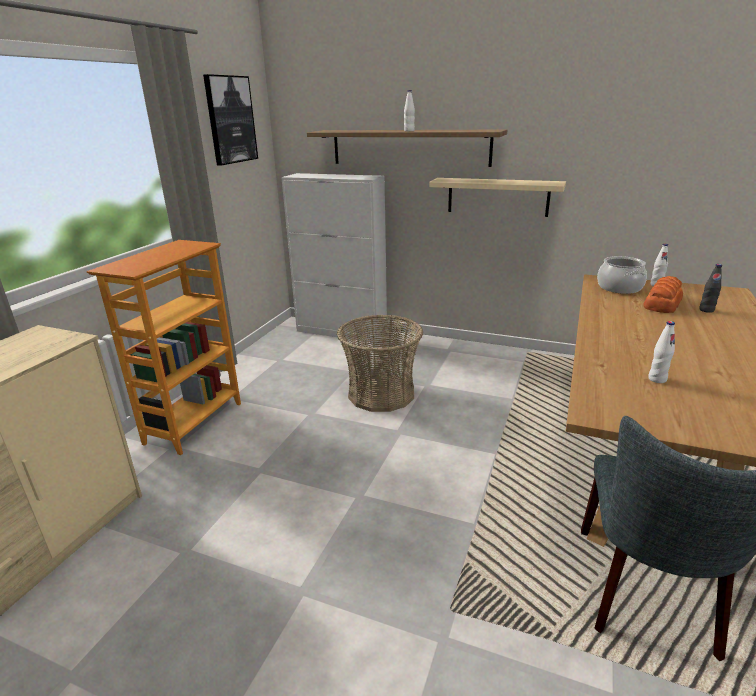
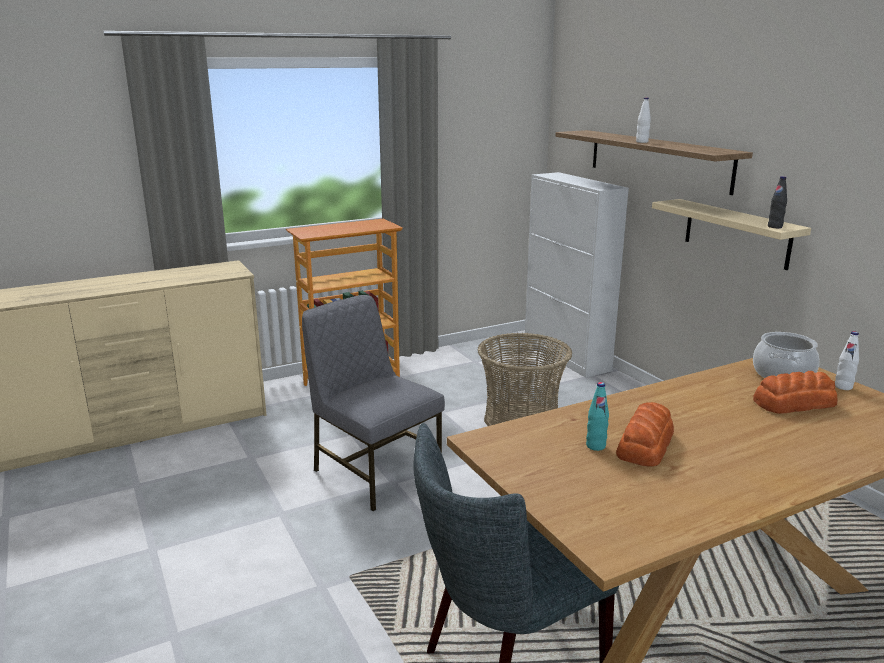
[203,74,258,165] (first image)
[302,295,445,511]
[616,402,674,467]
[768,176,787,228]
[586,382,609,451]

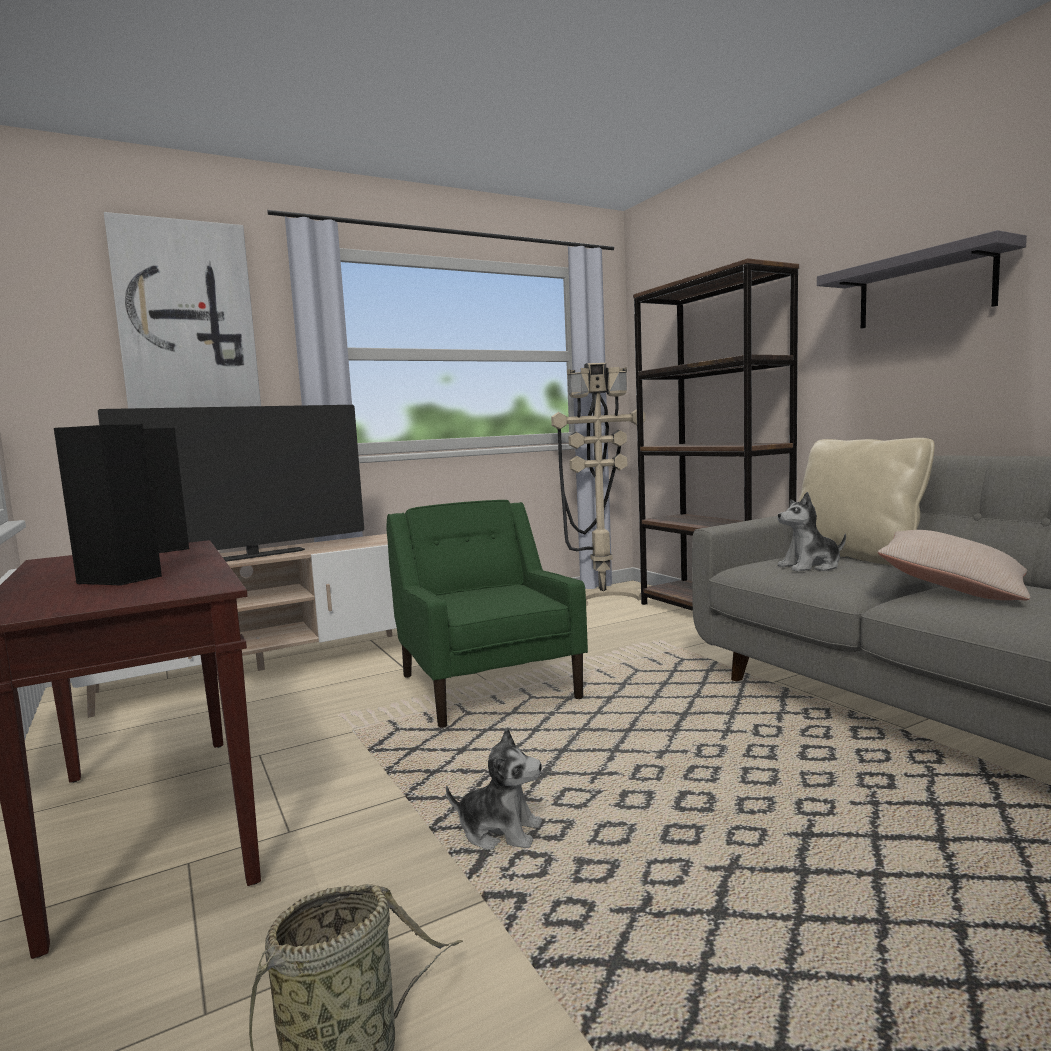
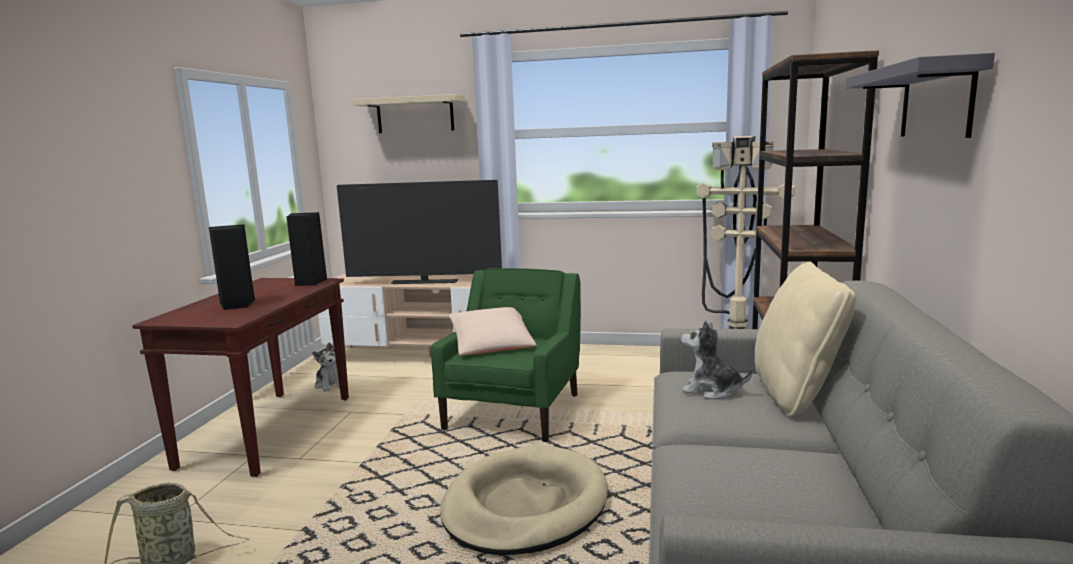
[440,446,608,555]
[312,342,340,392]
[448,307,536,355]
[353,94,465,133]

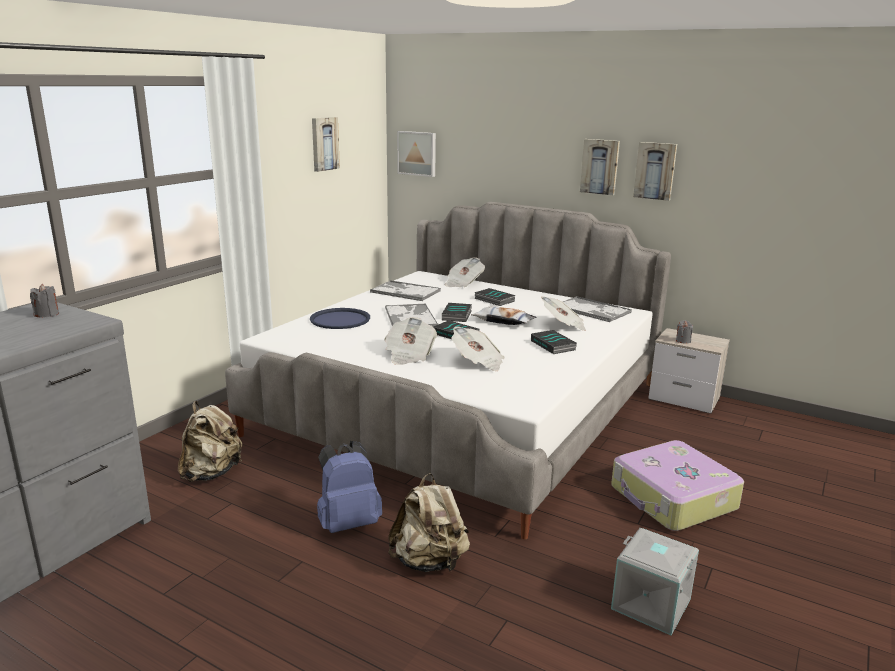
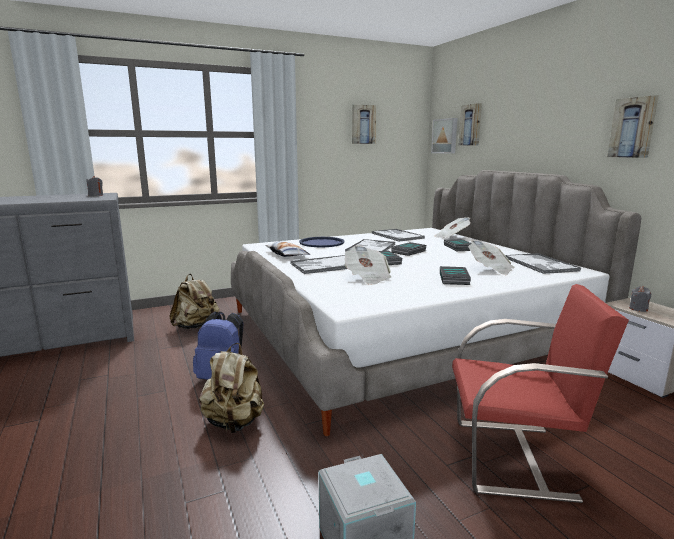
[265,241,310,257]
[458,103,482,146]
[290,255,347,274]
[452,284,629,503]

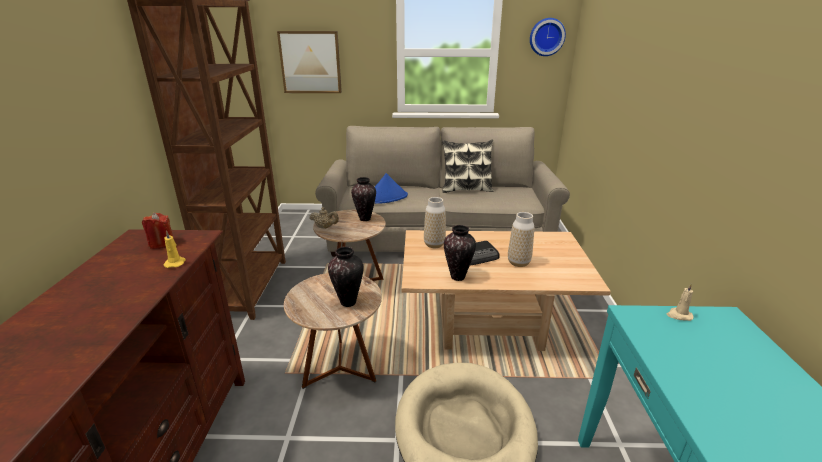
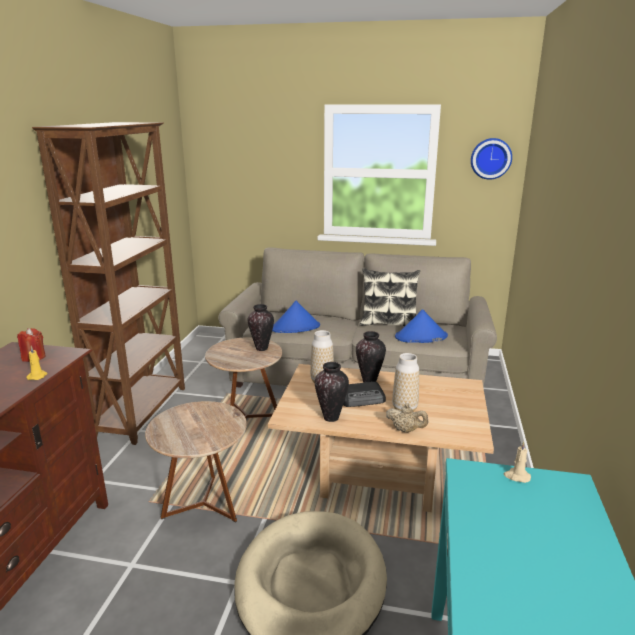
[277,31,342,93] (first image)
[395,309,448,343]
[386,403,428,432]
[356,331,386,383]

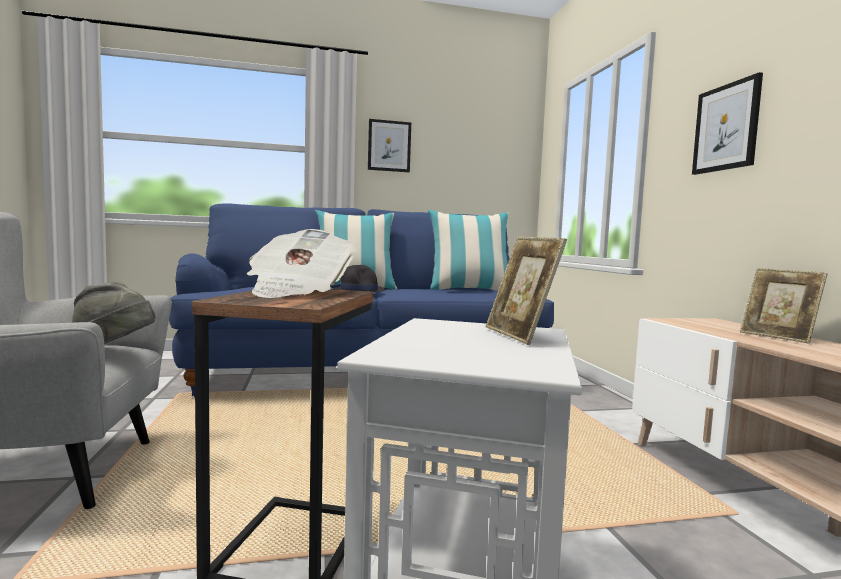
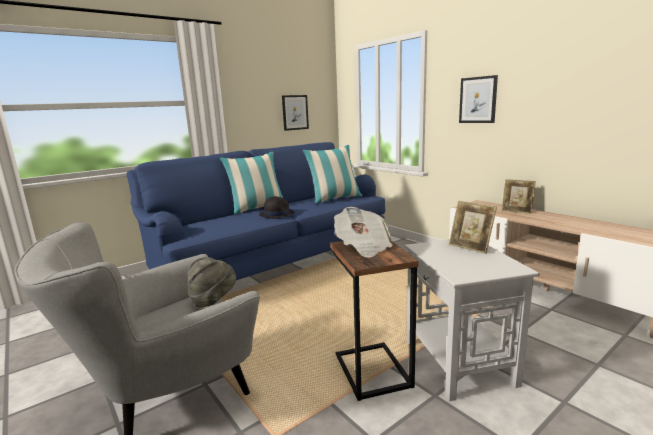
[282,95,309,131]

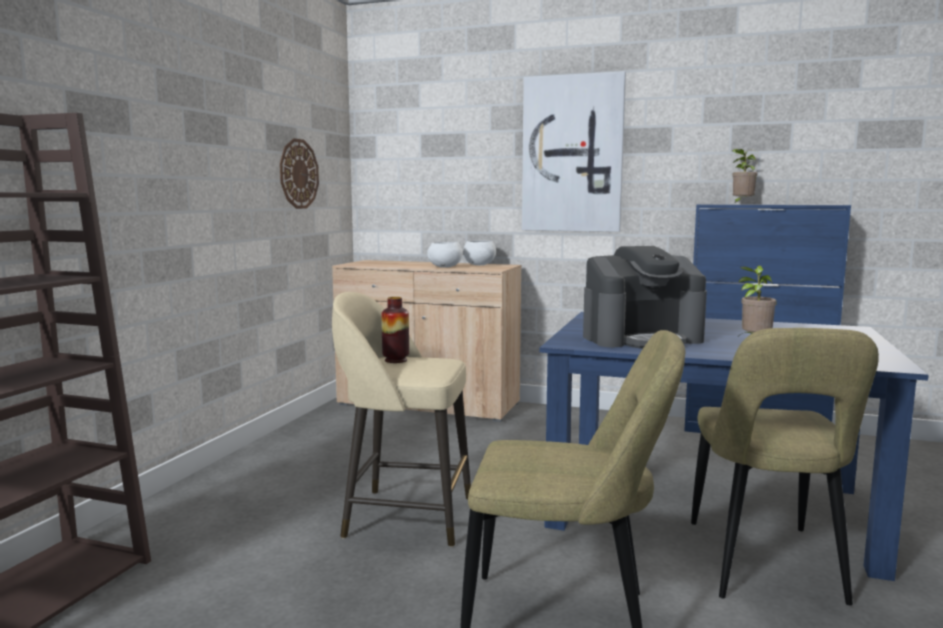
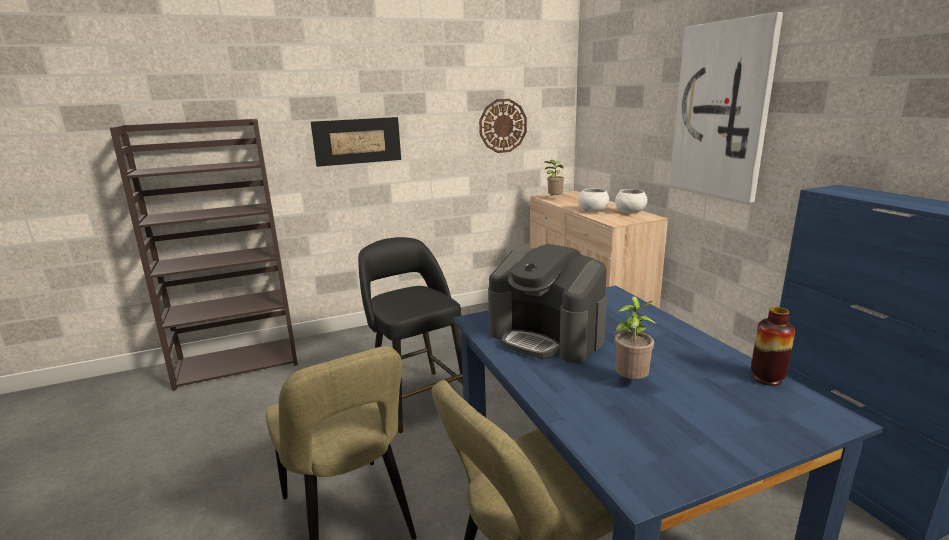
[311,117,401,167]
[751,307,795,386]
[544,160,564,198]
[358,237,463,433]

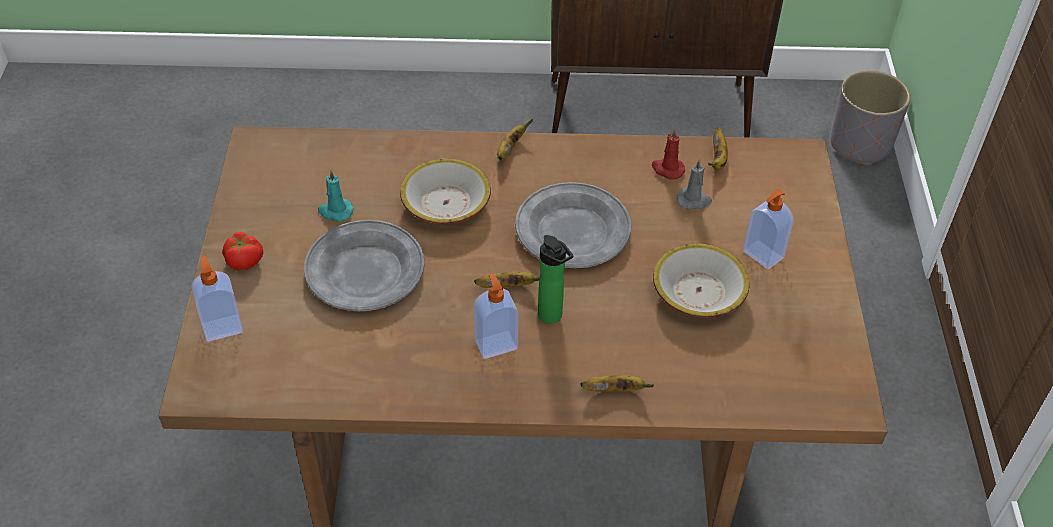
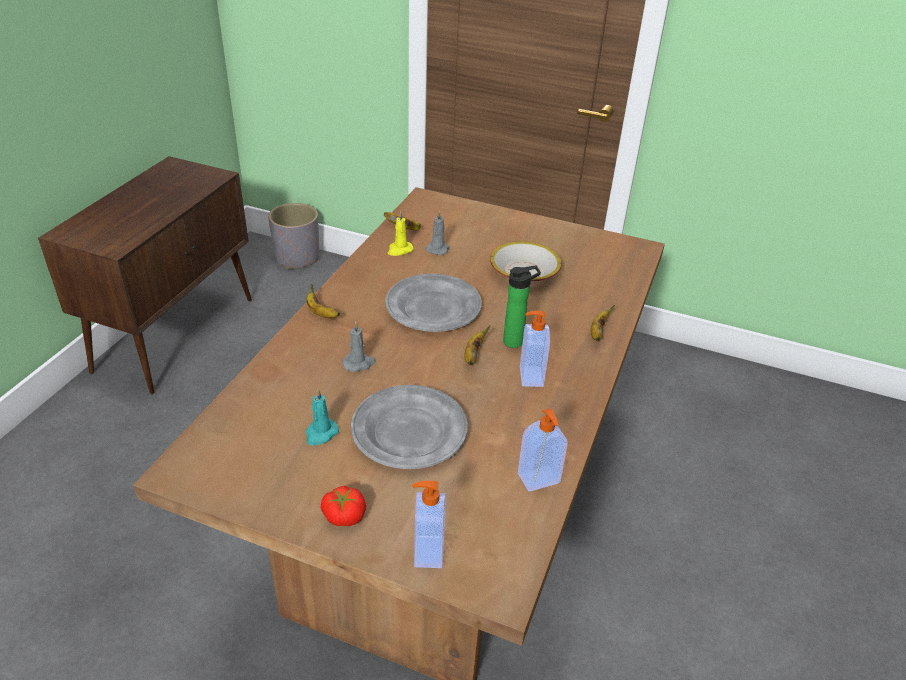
[518,408,568,492]
[342,321,376,372]
[388,211,413,256]

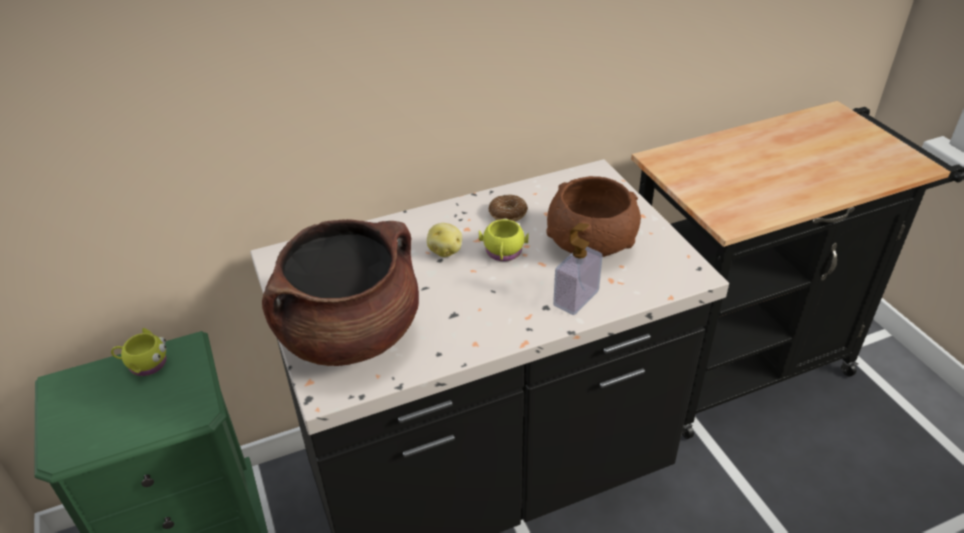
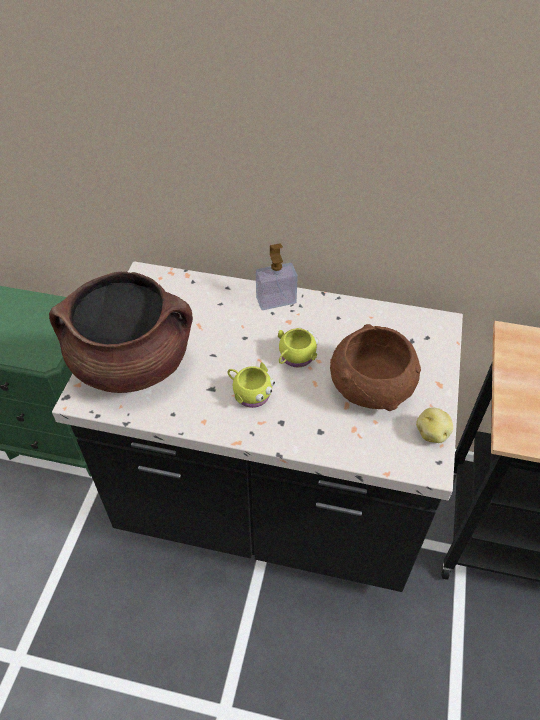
[489,195,528,222] (first image)
[228,362,275,408]
[416,408,453,443]
[256,243,298,310]

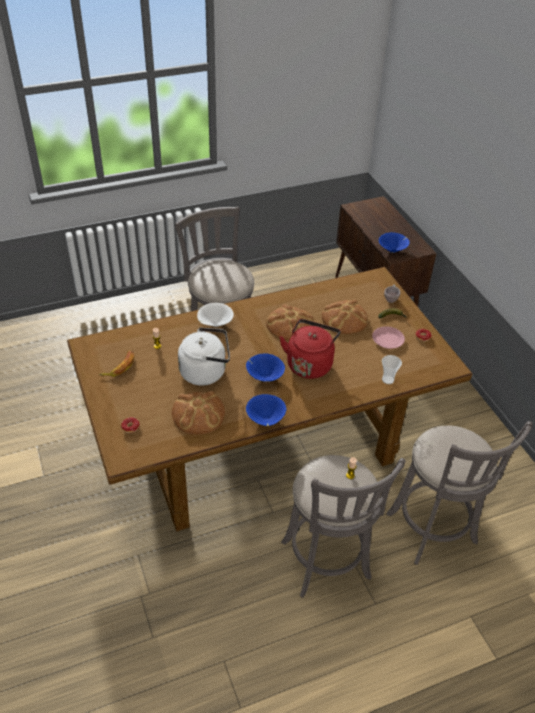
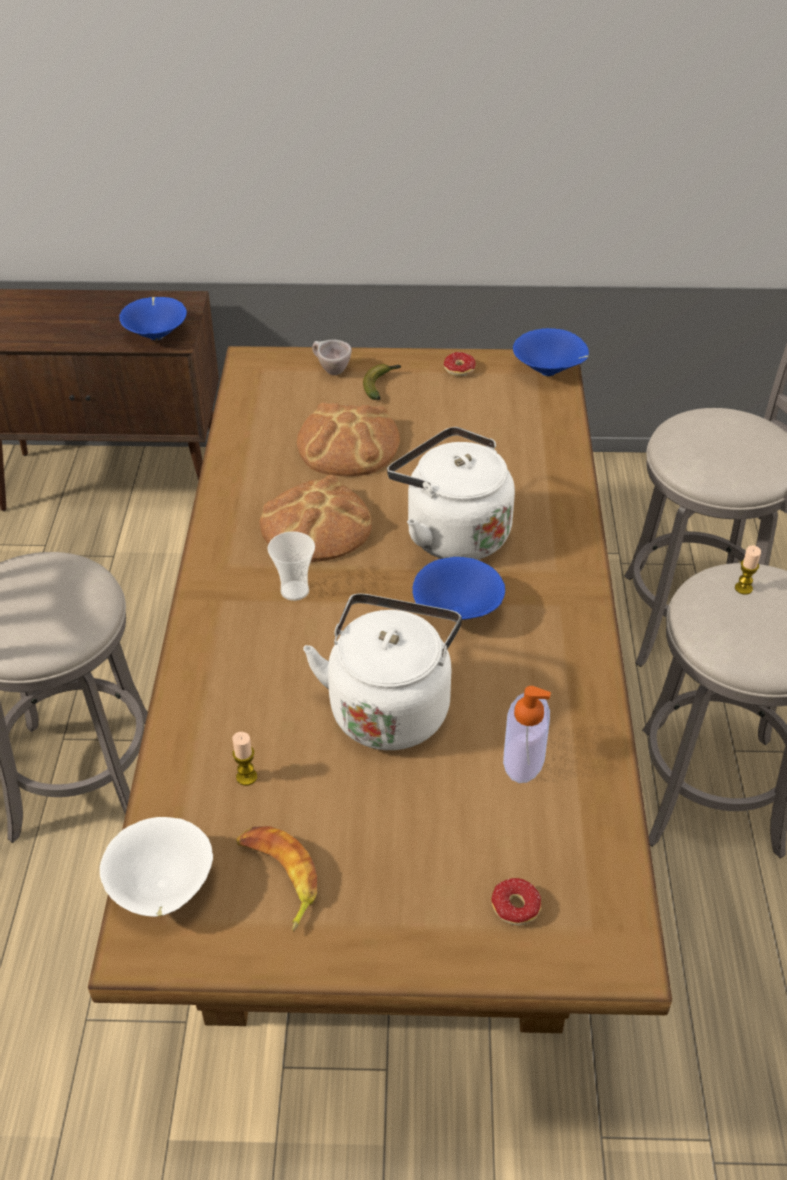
[372,326,405,349] (first image)
[100,817,213,917]
[513,328,589,376]
[267,531,315,601]
[503,686,551,783]
[387,427,515,560]

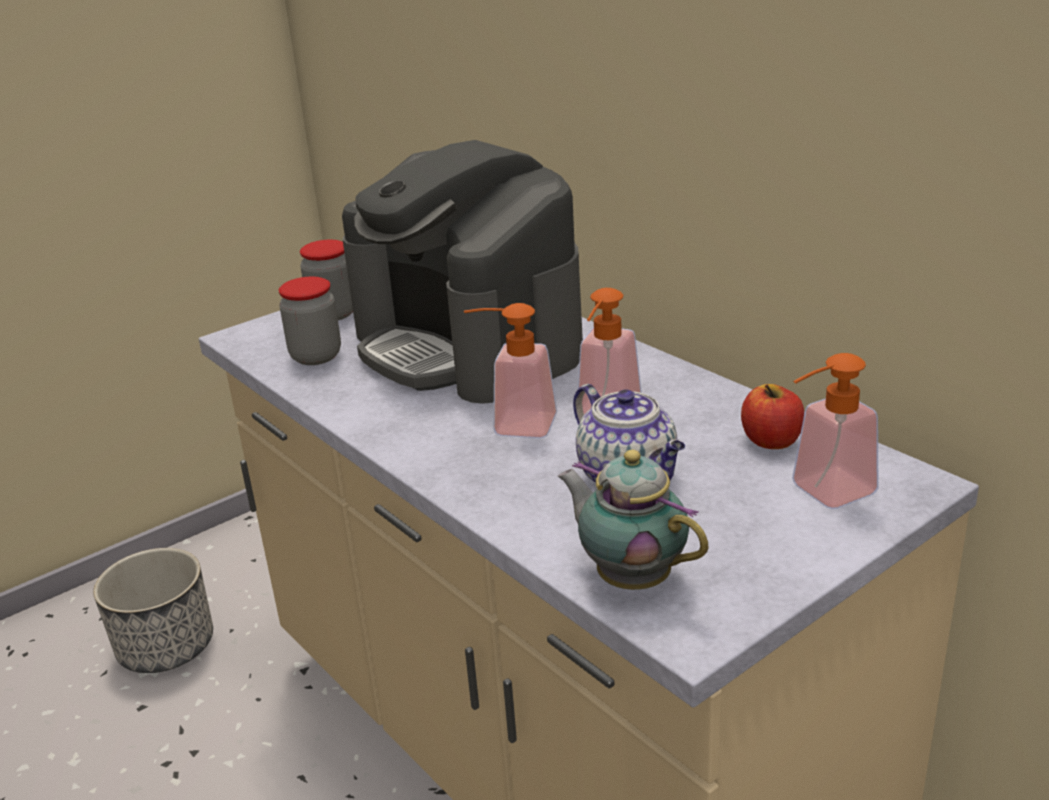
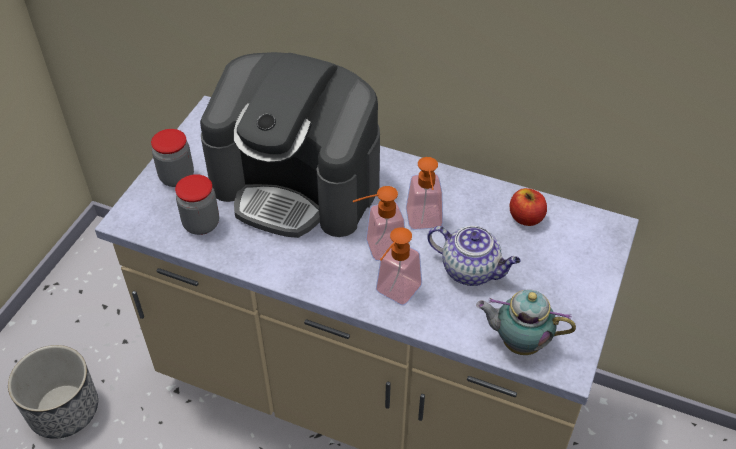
[376,227,422,306]

